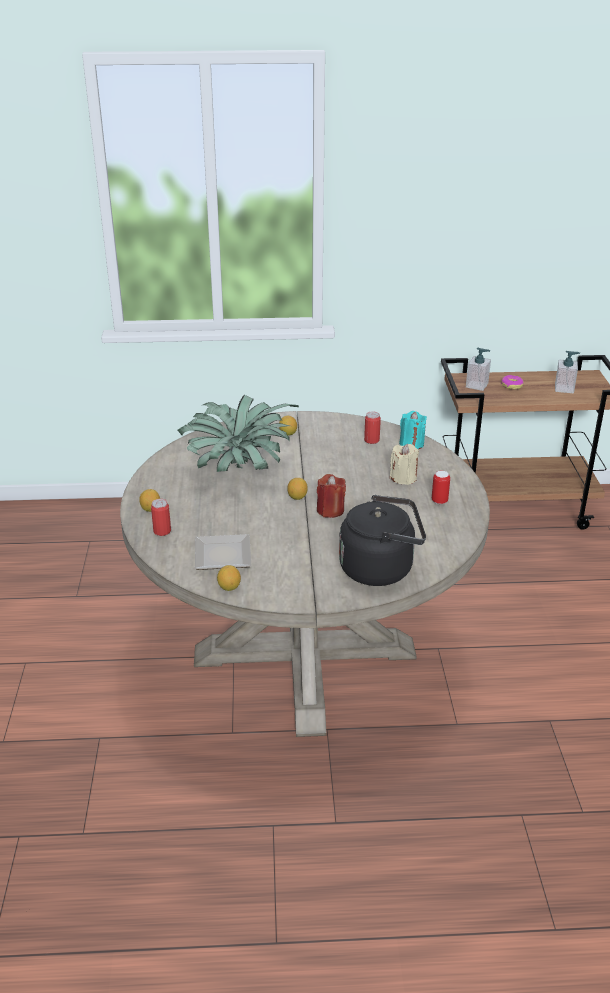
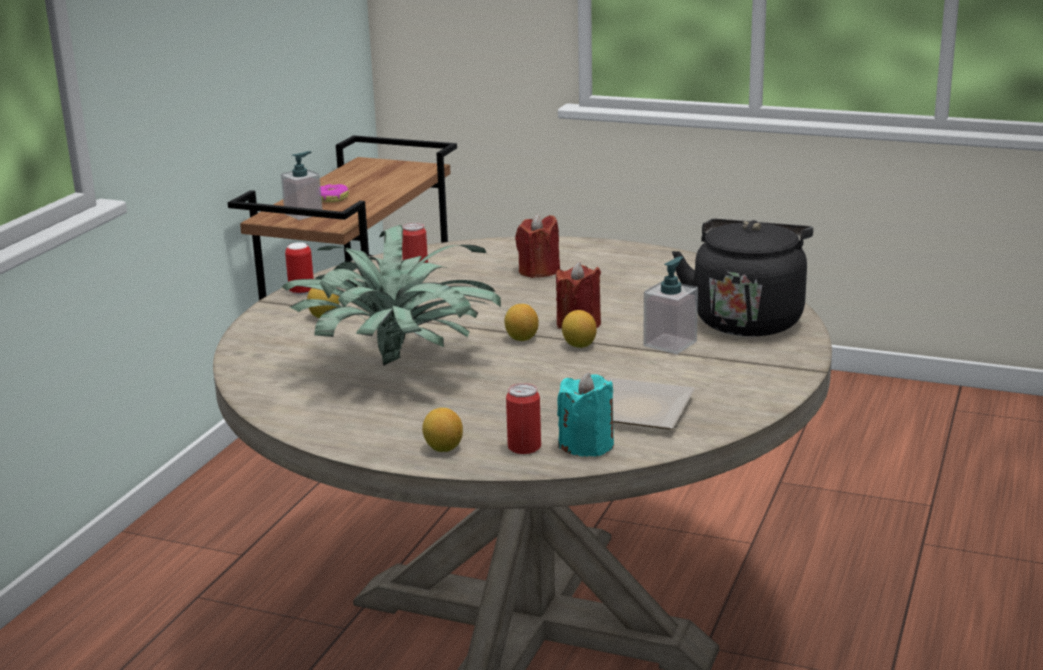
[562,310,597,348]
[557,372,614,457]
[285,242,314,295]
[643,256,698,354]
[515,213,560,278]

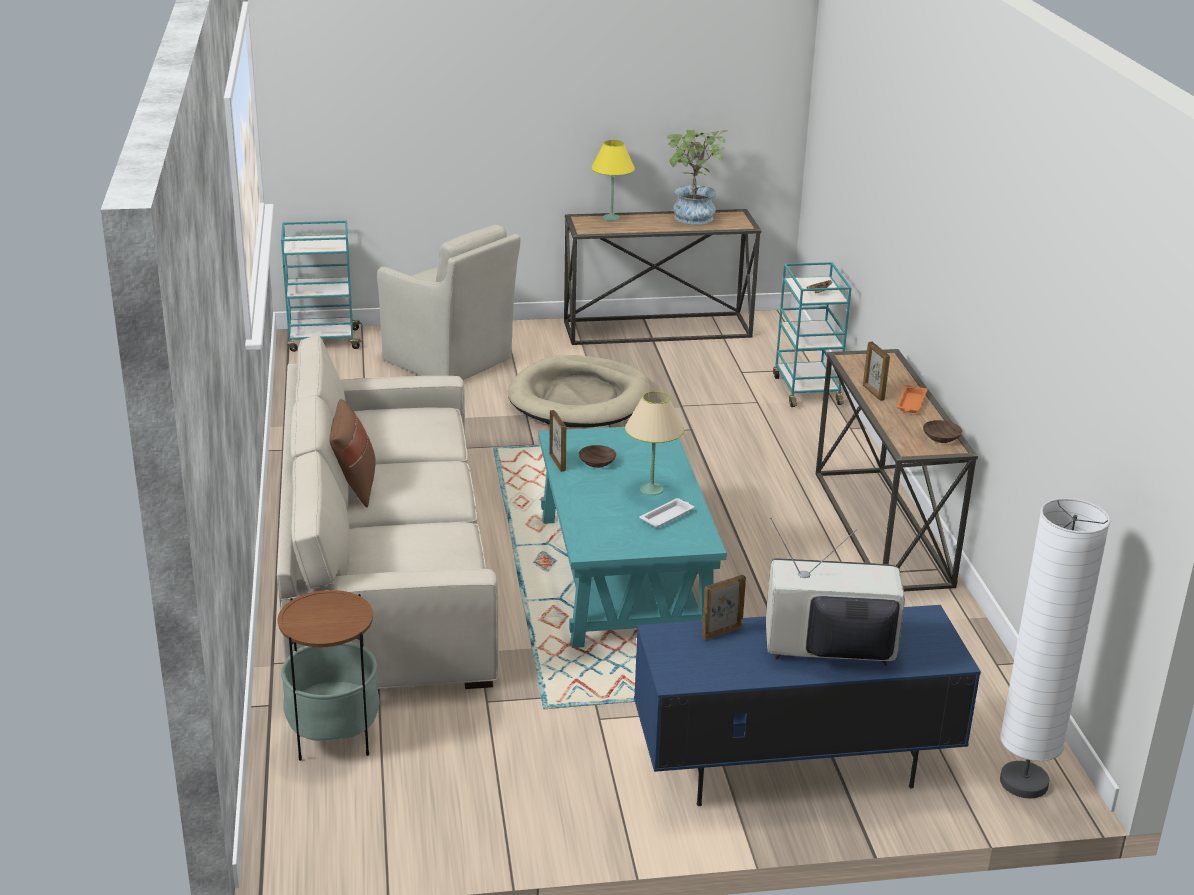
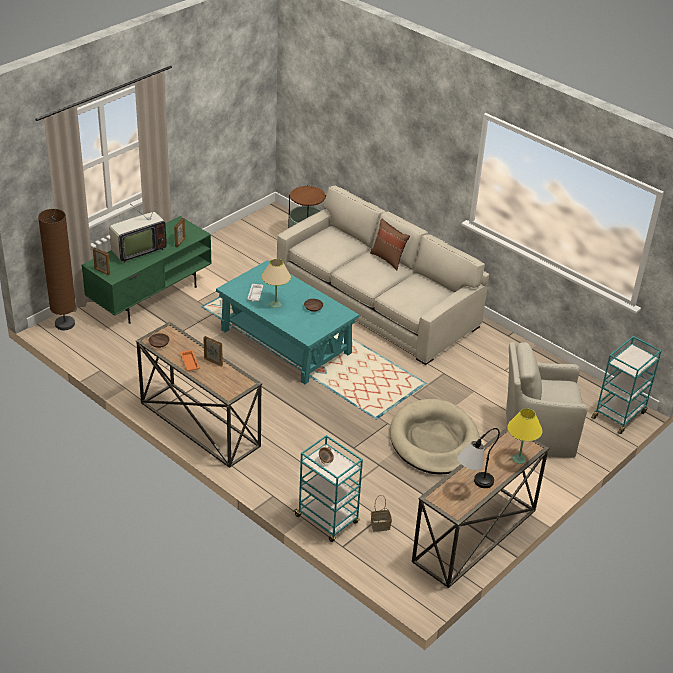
[371,495,392,532]
[93,247,110,275]
[457,428,500,488]
[82,216,212,324]
[38,209,76,330]

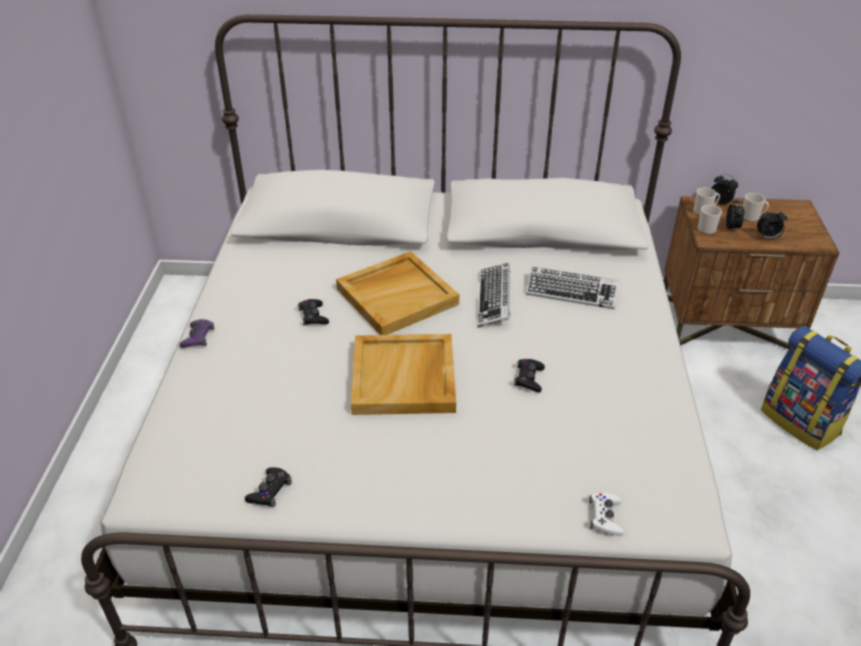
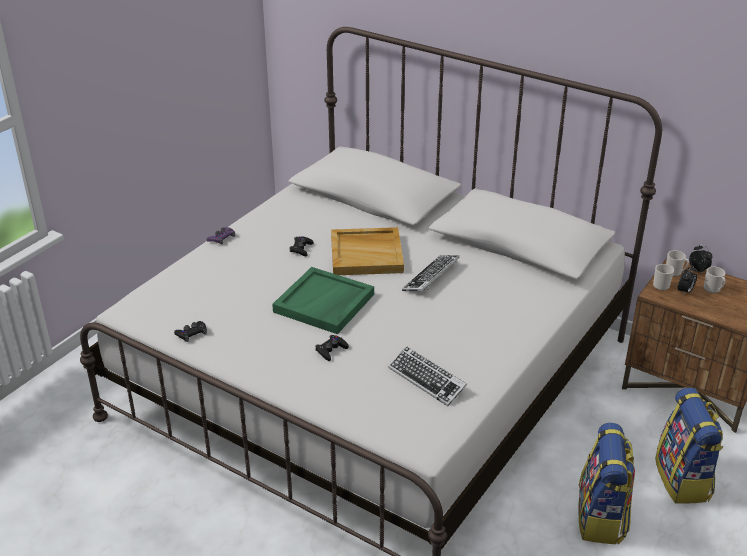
[589,492,624,536] (first image)
[757,209,787,239] (first image)
[578,423,635,545]
[315,335,349,361]
[388,346,467,406]
[272,267,374,334]

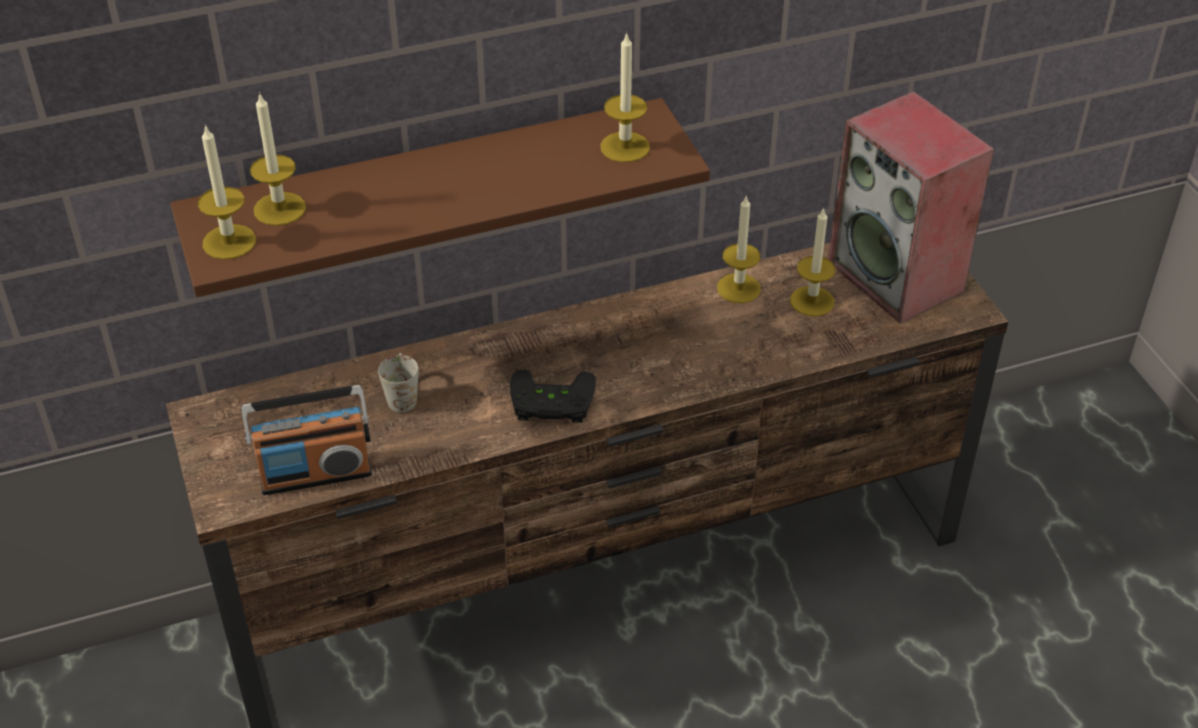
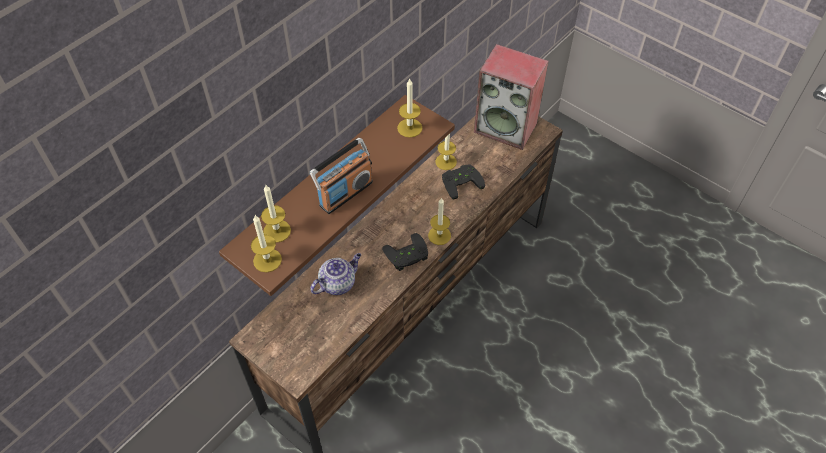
[442,164,485,200]
[310,138,373,214]
[428,198,451,245]
[310,253,361,295]

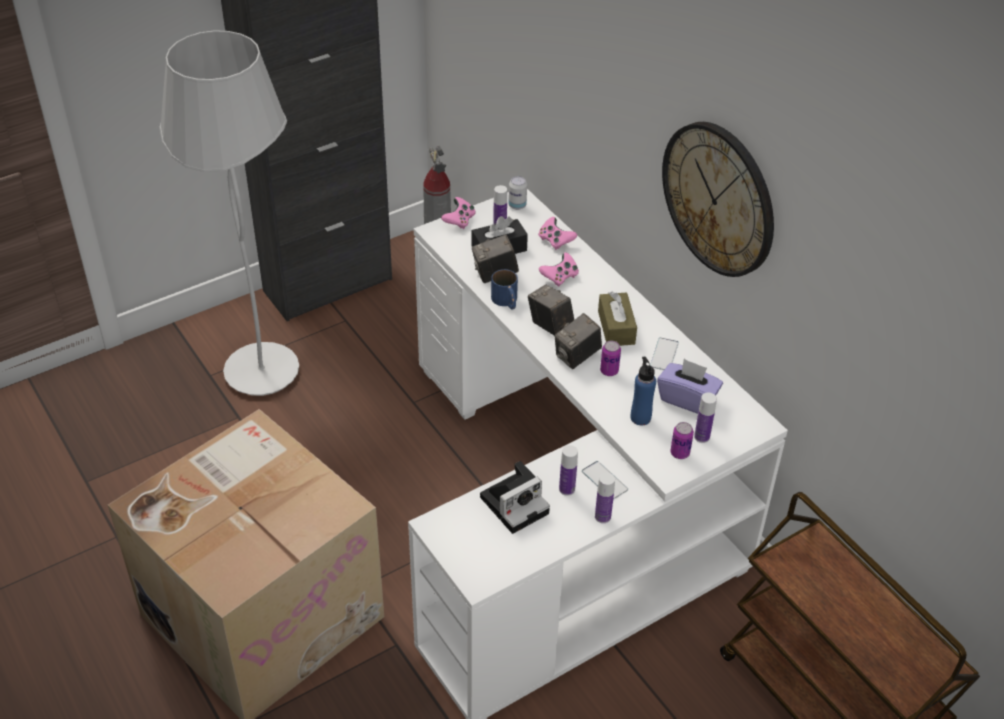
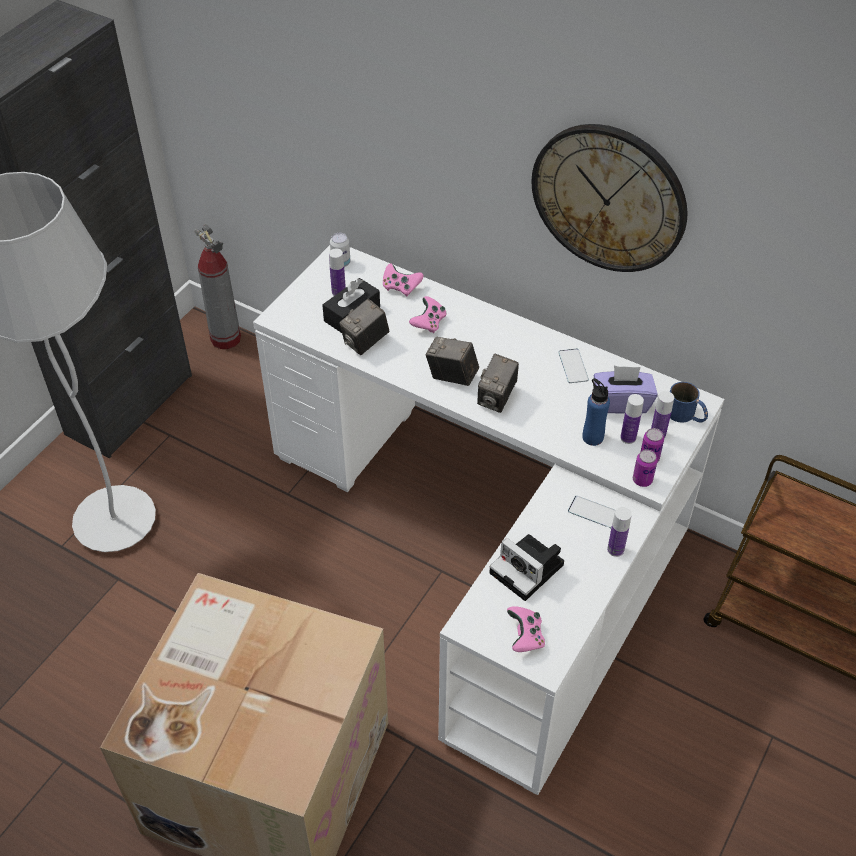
[598,291,637,346] (first image)
[507,606,545,652]
[670,382,708,423]
[620,394,644,444]
[633,449,658,487]
[489,534,564,601]

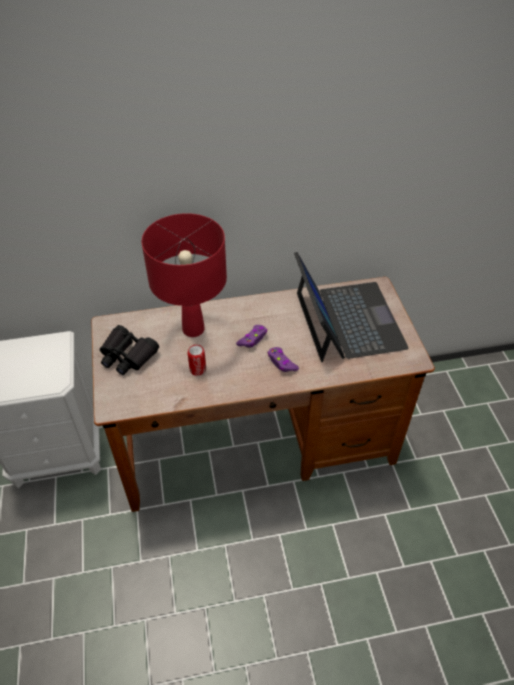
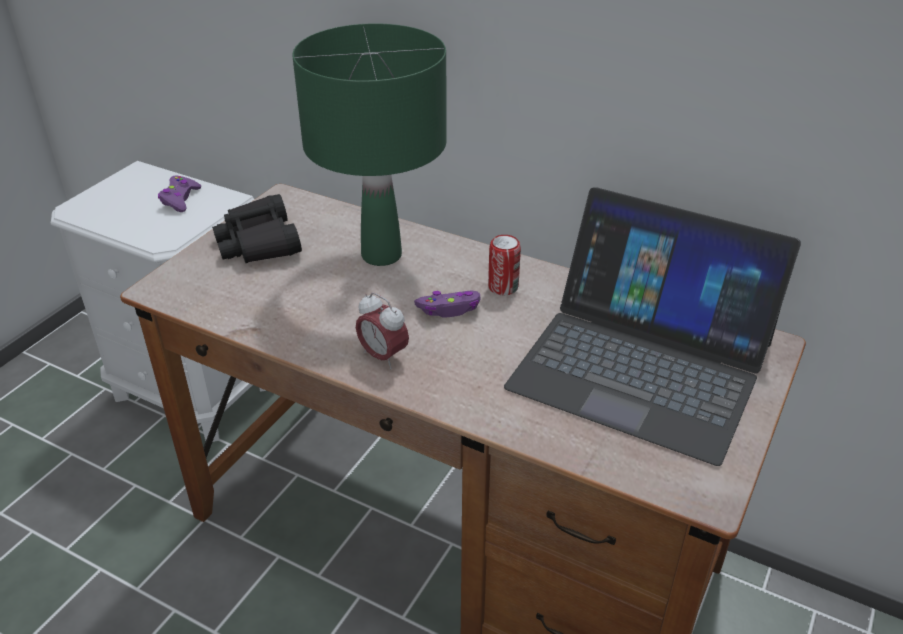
[356,292,409,369]
[488,235,521,295]
[158,175,201,212]
[292,23,447,266]
[504,187,801,466]

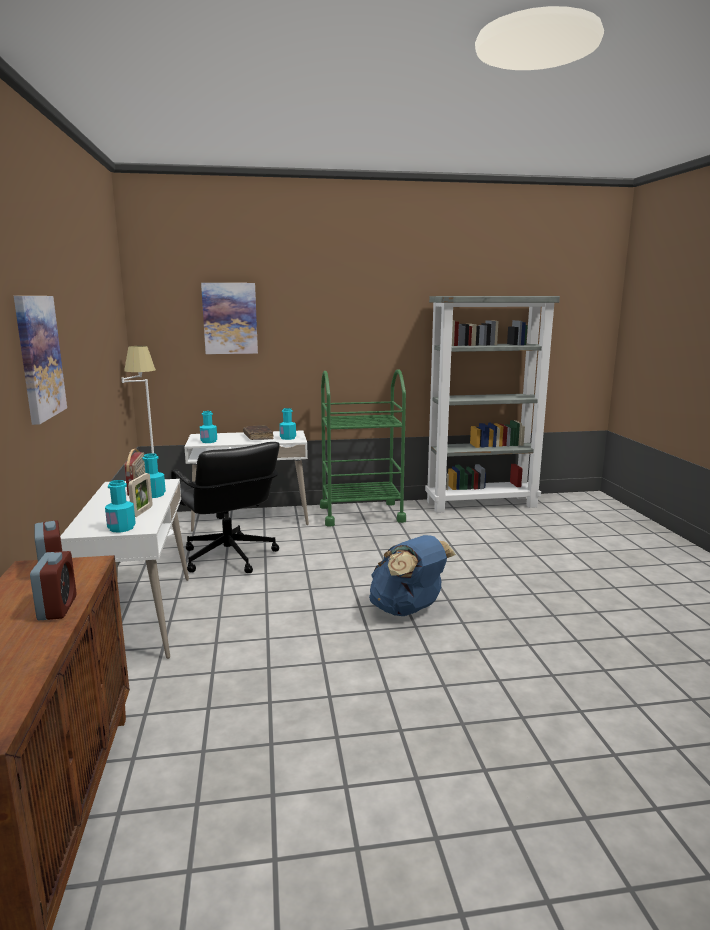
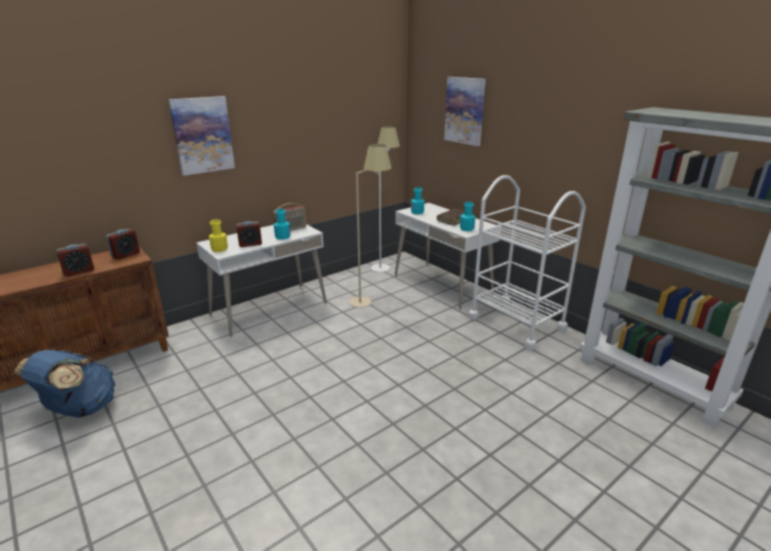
[14,350,115,418]
[236,221,262,247]
[349,144,392,308]
[209,219,228,252]
[468,175,586,351]

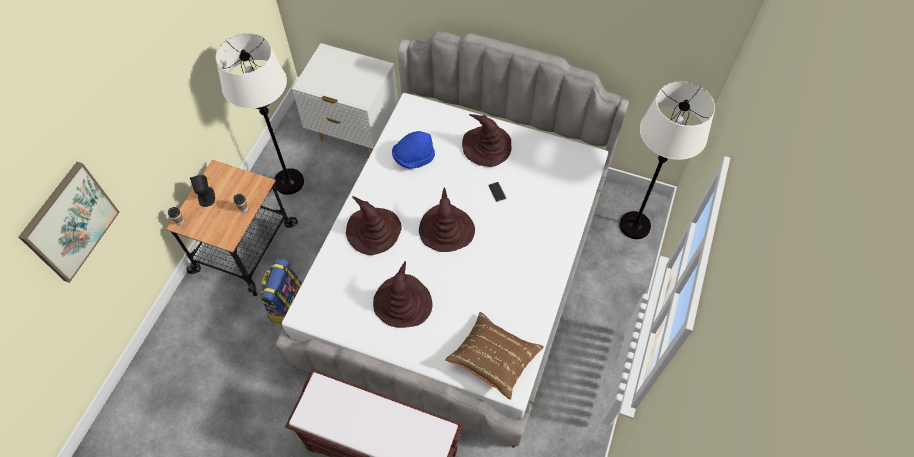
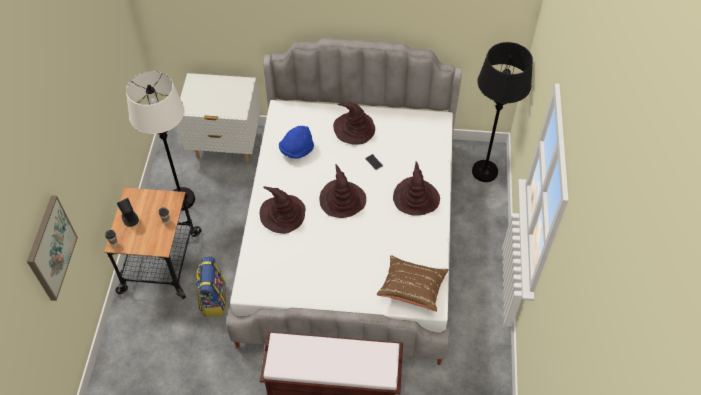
[393,161,440,216]
[472,42,533,182]

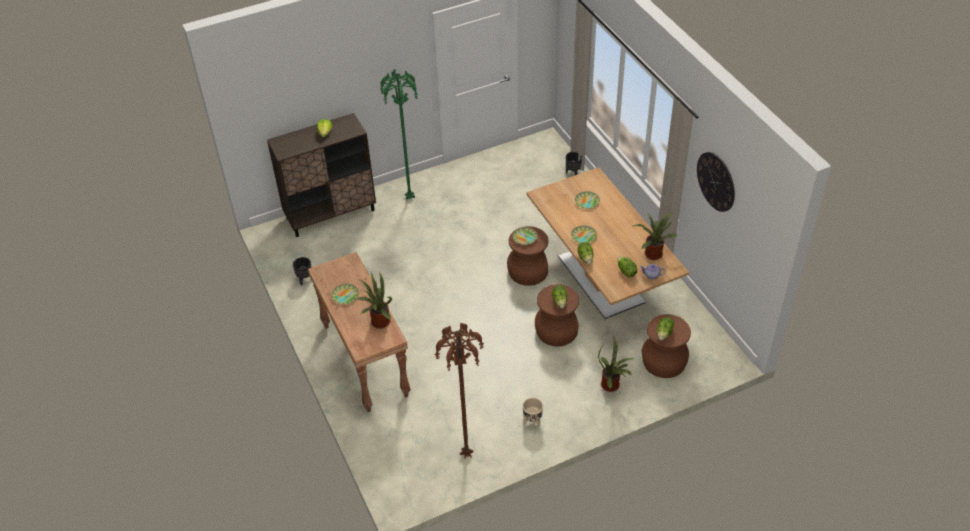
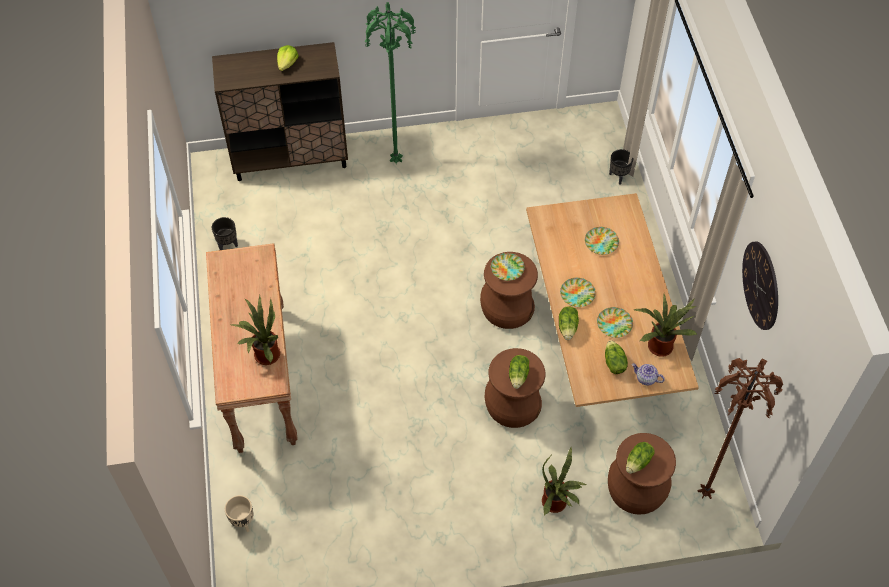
[597,307,633,338]
[698,358,783,499]
[225,495,253,532]

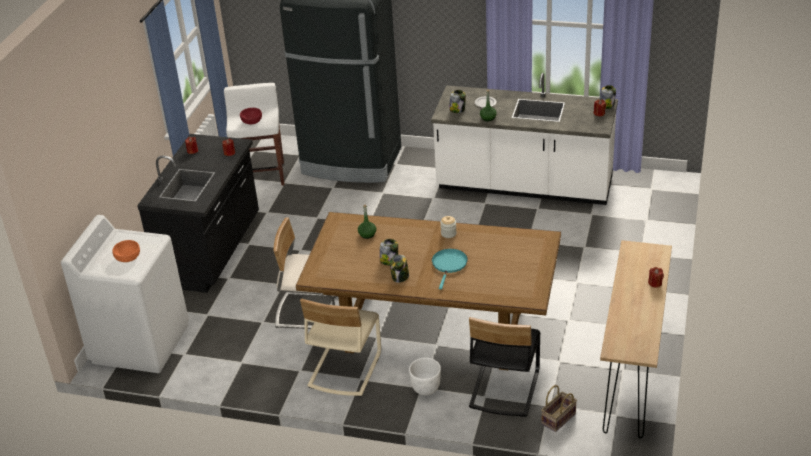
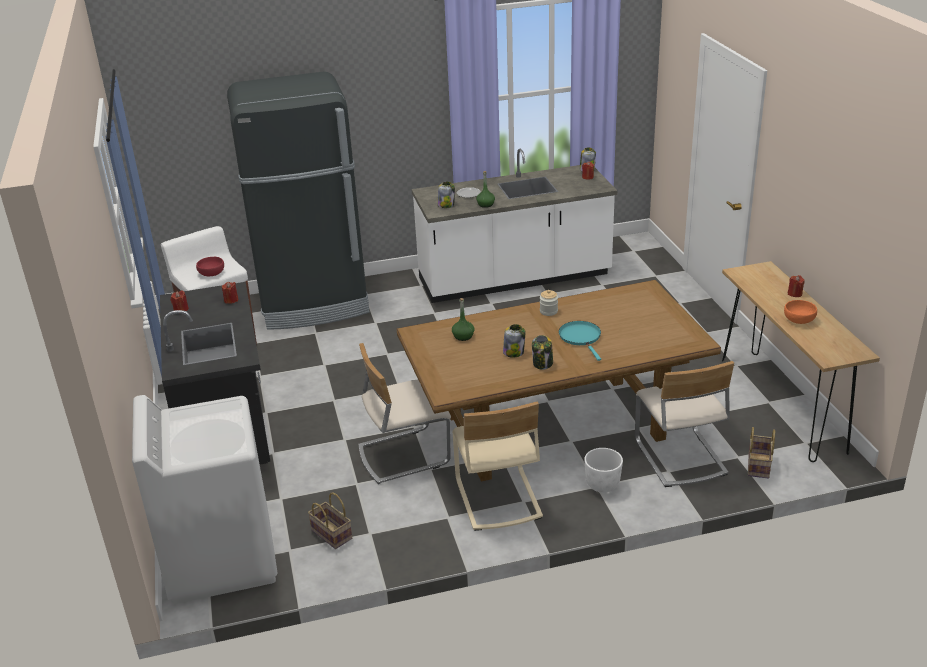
[308,492,352,549]
[784,300,817,324]
[635,361,734,487]

